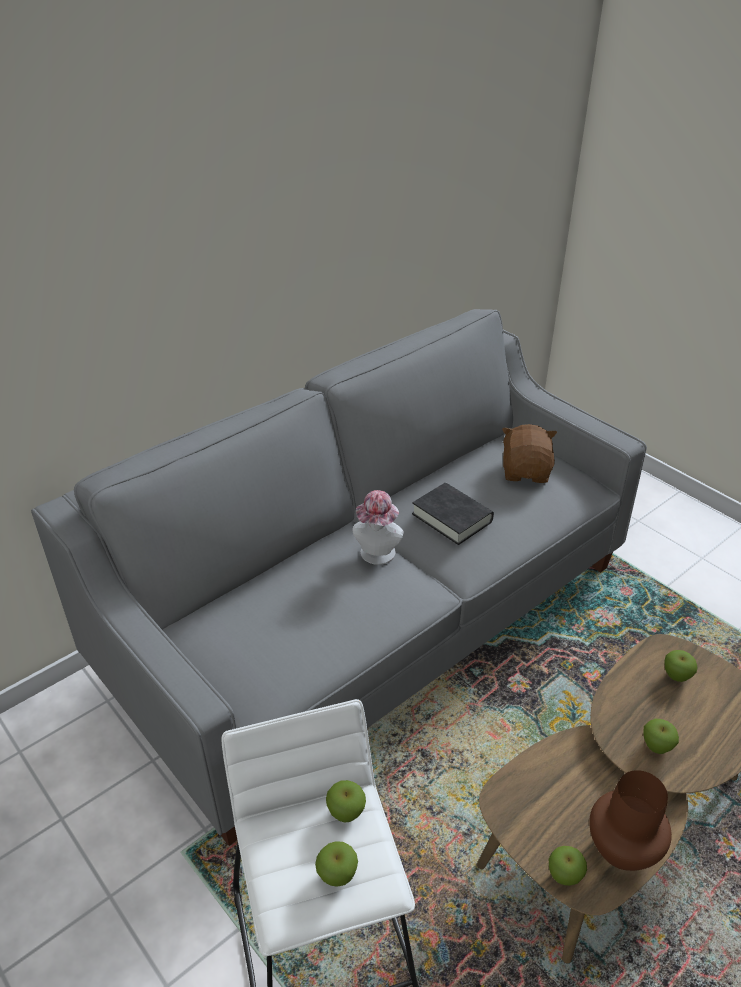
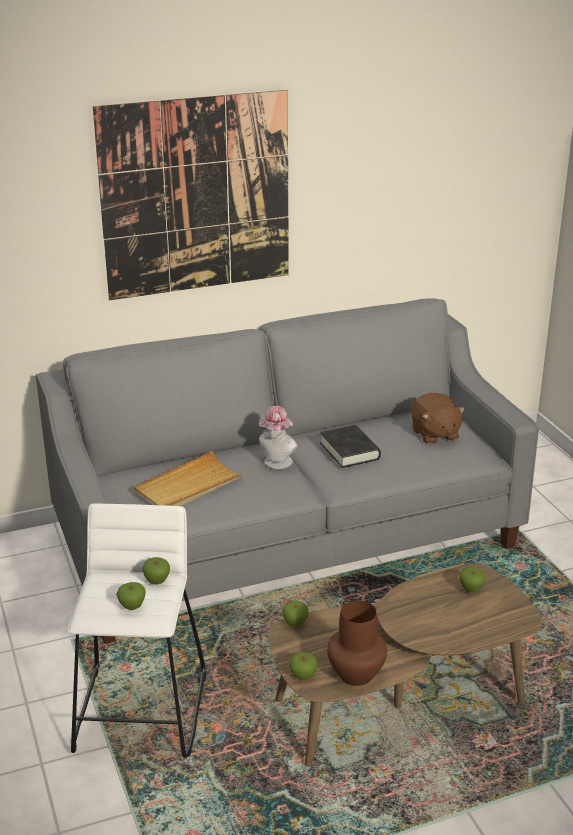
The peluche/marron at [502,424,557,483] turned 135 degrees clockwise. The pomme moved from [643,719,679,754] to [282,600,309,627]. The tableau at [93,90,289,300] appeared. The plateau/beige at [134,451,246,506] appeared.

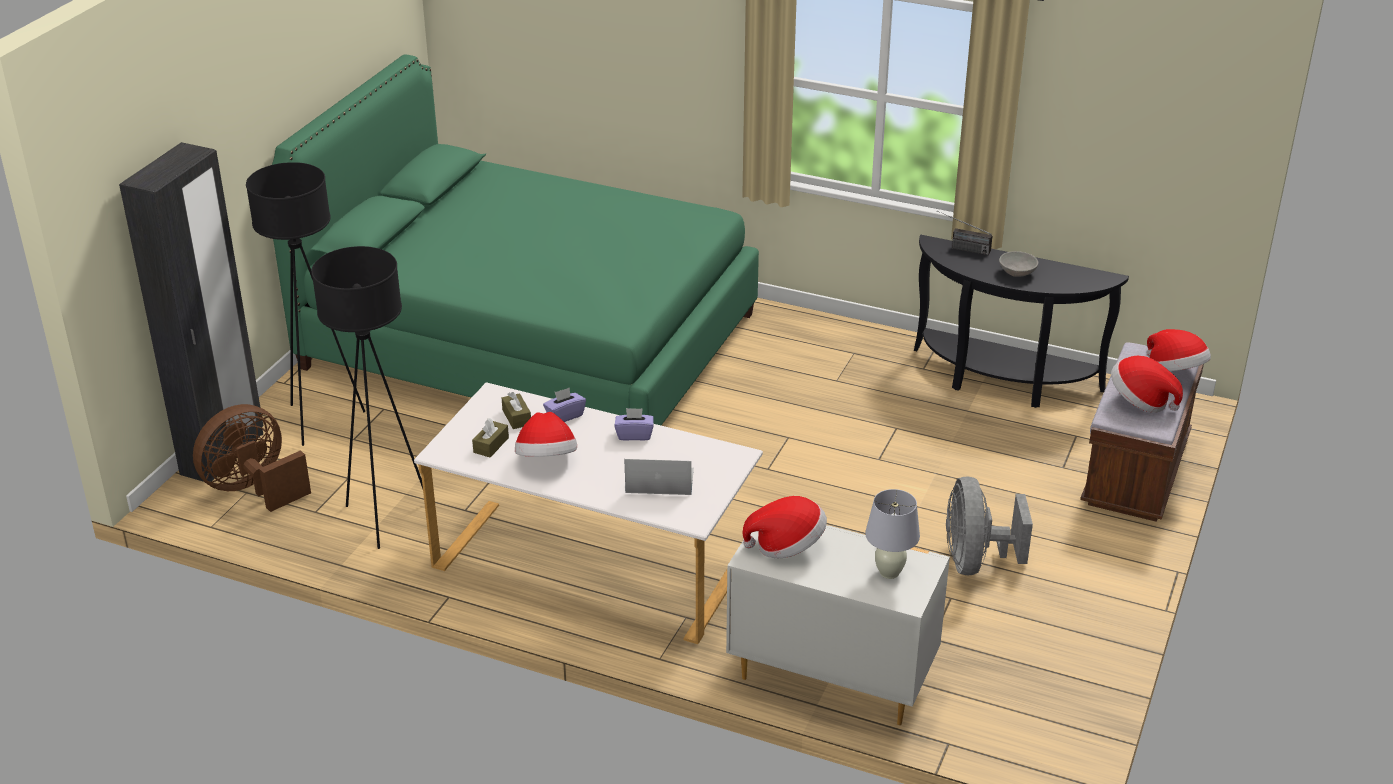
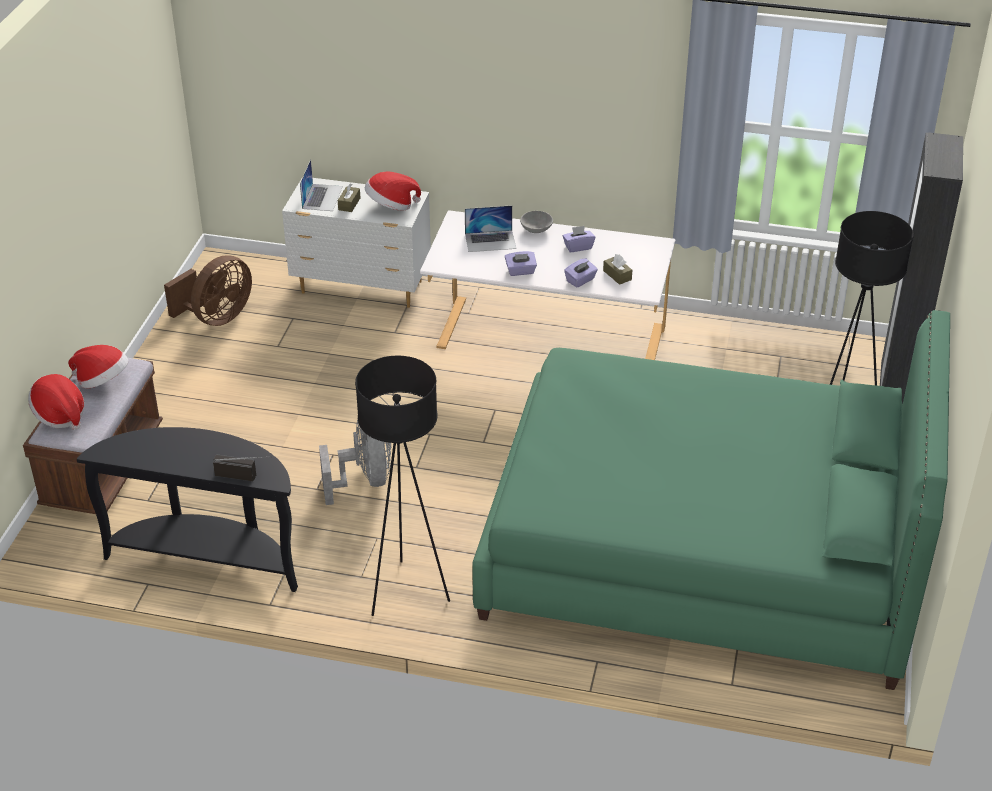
The lampadaire/noir moved from [311,246,423,549] to [355,356,450,616]. The bol/gris moved from [999,251,1038,277] to [520,211,553,233]. The ventilateur/marron moved from [193,404,311,512] to [164,255,252,326]. The chapeau at [515,412,577,457] was replaced by the boîte à mouchoirs/violet at [563,226,595,252]. The boîte à mouchoirs/marron moved from [472,418,509,457] to [338,183,360,212]. The ventilateur/gris moved from [946,476,1033,576] to [319,419,391,505]. The lampe de table/blanc at [865,489,920,579] was replaced by the ordinateur portable at [300,159,343,211].

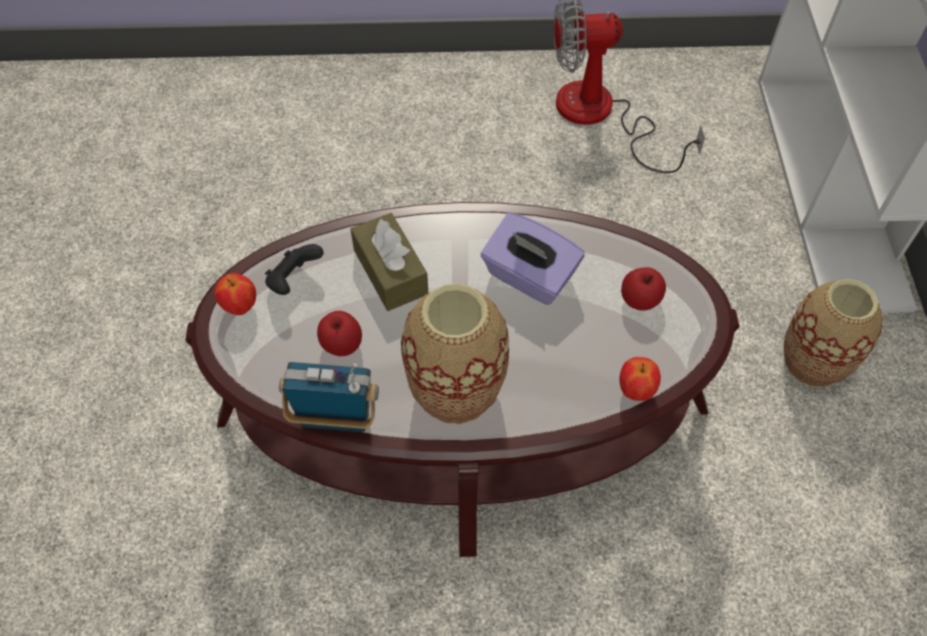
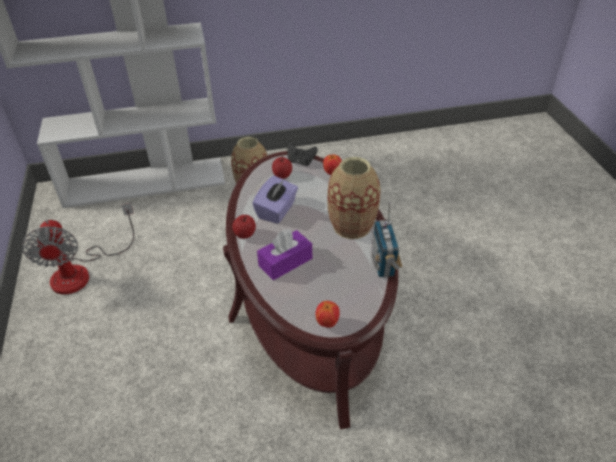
The boîte à mouchoirs/marron at [351,213,428,311] became the boîte à mouchoirs/violet at [257,229,312,280]. The manette/noir moved from [265,244,324,295] to [288,142,318,166]. The pomme moved from [317,311,362,356] to [232,215,256,239].

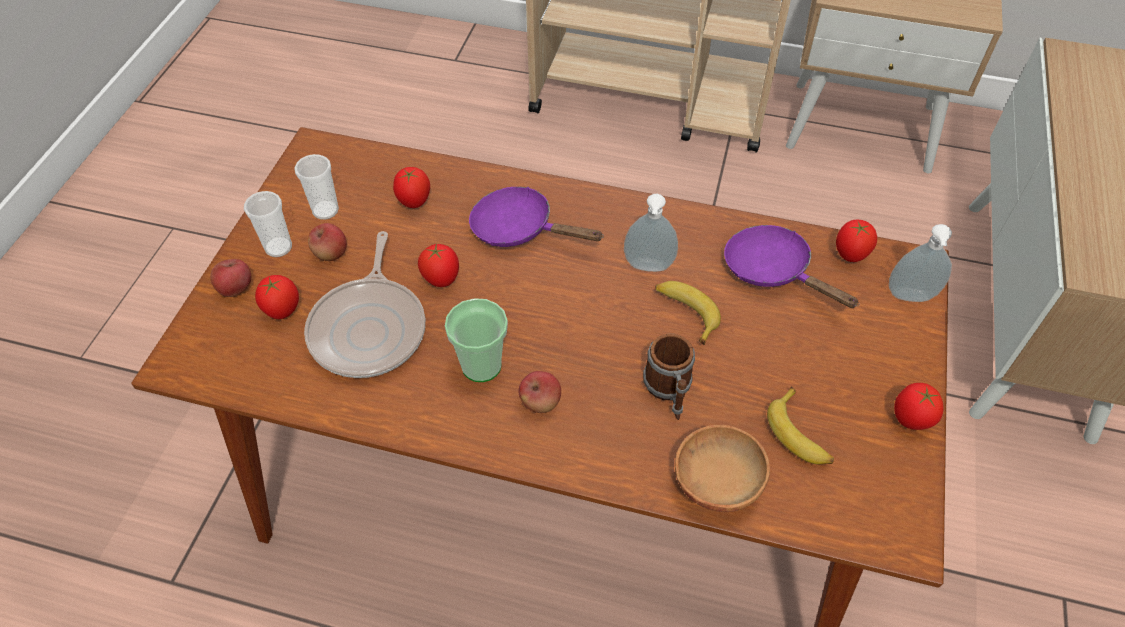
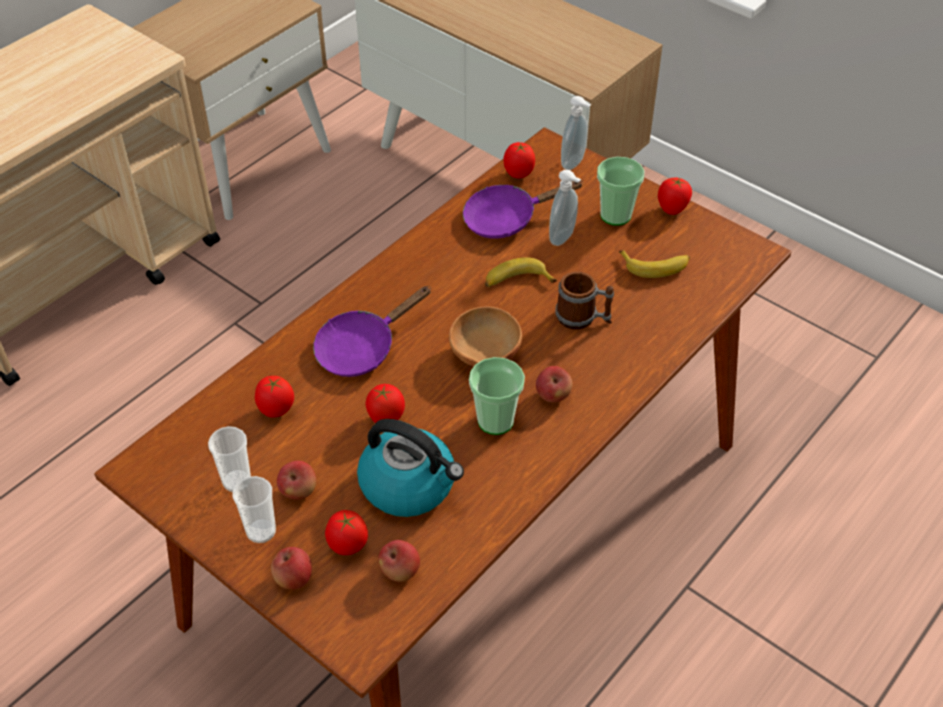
The distributeur de savon moved from [624,194,678,272] to [549,170,581,246]. The poêle at [304,231,426,378] was replaced by the bouilloire at [357,419,464,517]. The bol/marron moved from [675,425,770,512] to [449,306,522,366]. The tasse at [597,157,644,226] appeared. The pomme at [378,540,420,582] appeared.

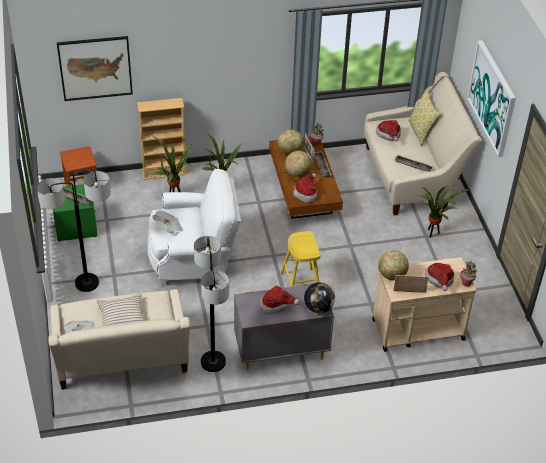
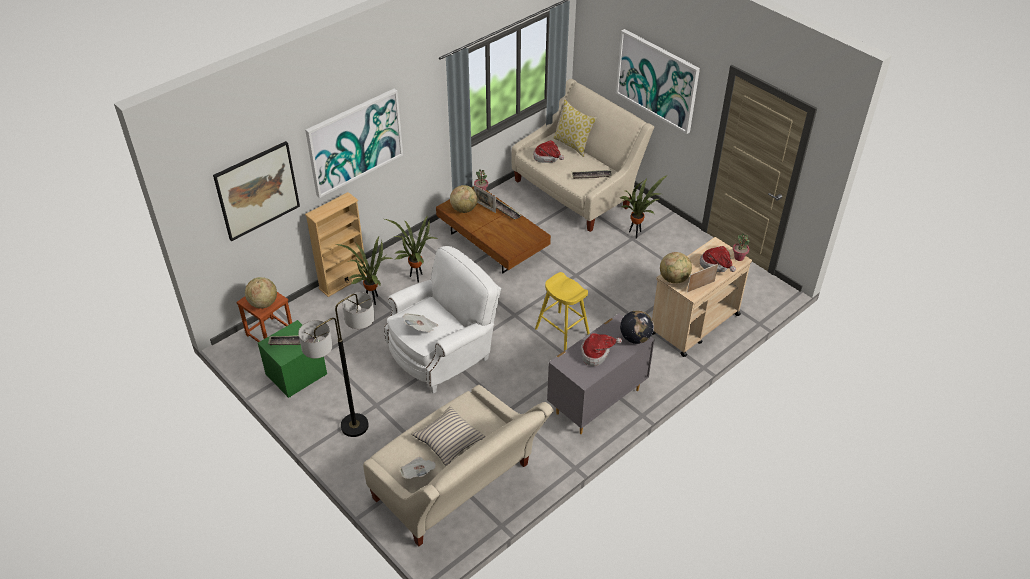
The globe moved from [285,151,311,177] to [245,277,277,308]. The chapeau at [293,173,317,203] disappeared. The lampadaire at [194,236,229,372] disappeared. The tableau at [305,89,403,198] appeared.

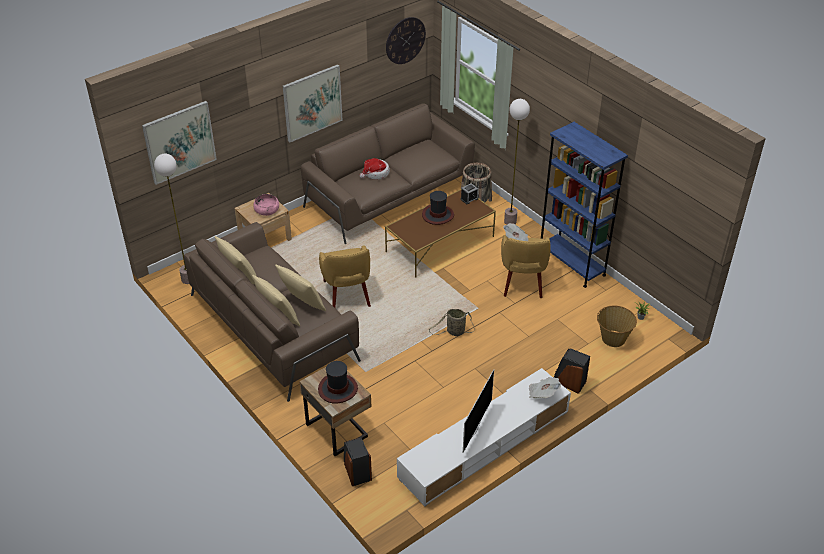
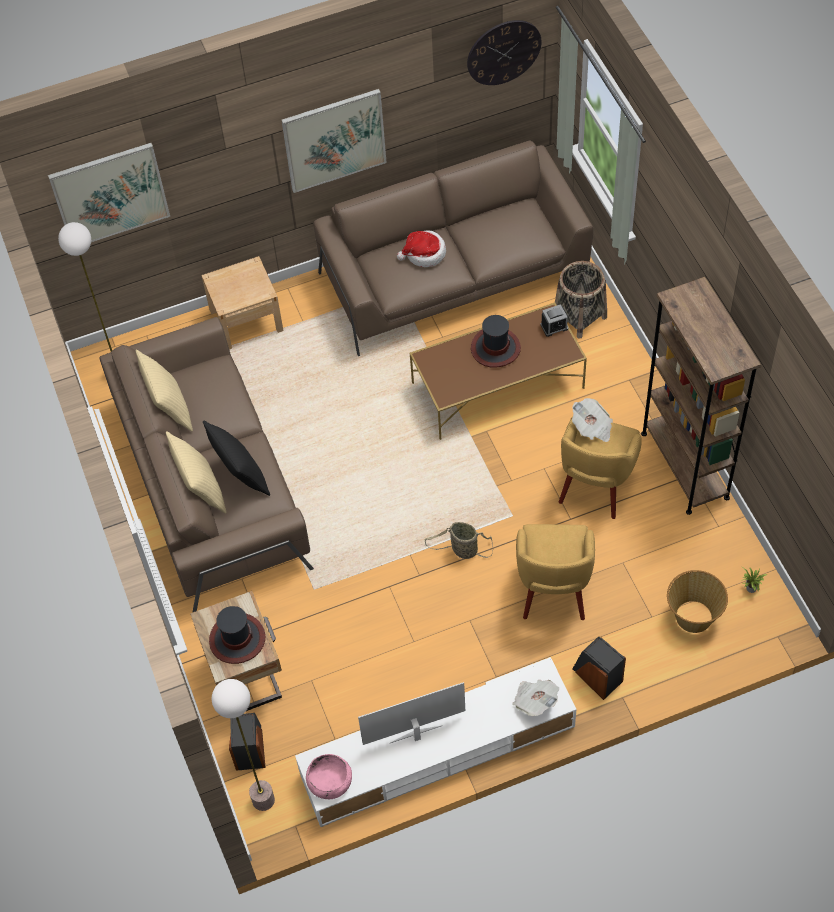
The lampadaire moved from [504,99,530,225] to [212,679,275,811]. The bibliothèque/bleu at [541,122,628,288] became the bibliothèque/marron at [641,277,761,515]. The bol/rose moved from [253,194,279,216] to [306,754,352,799]. The fauteuil/jaune moved from [319,245,371,308] to [516,524,595,620]. The coussin/beige at [275,264,326,311] became the coussin/noir at [203,421,270,496]. The téléviseur at [463,369,494,453] turned 150 degrees counterclockwise.

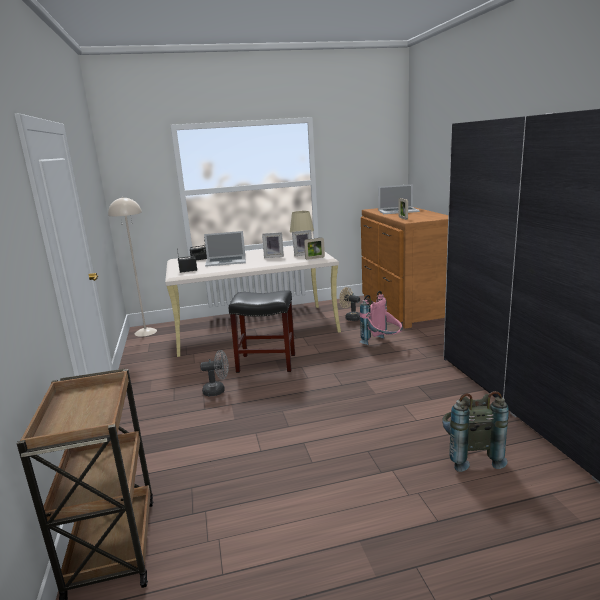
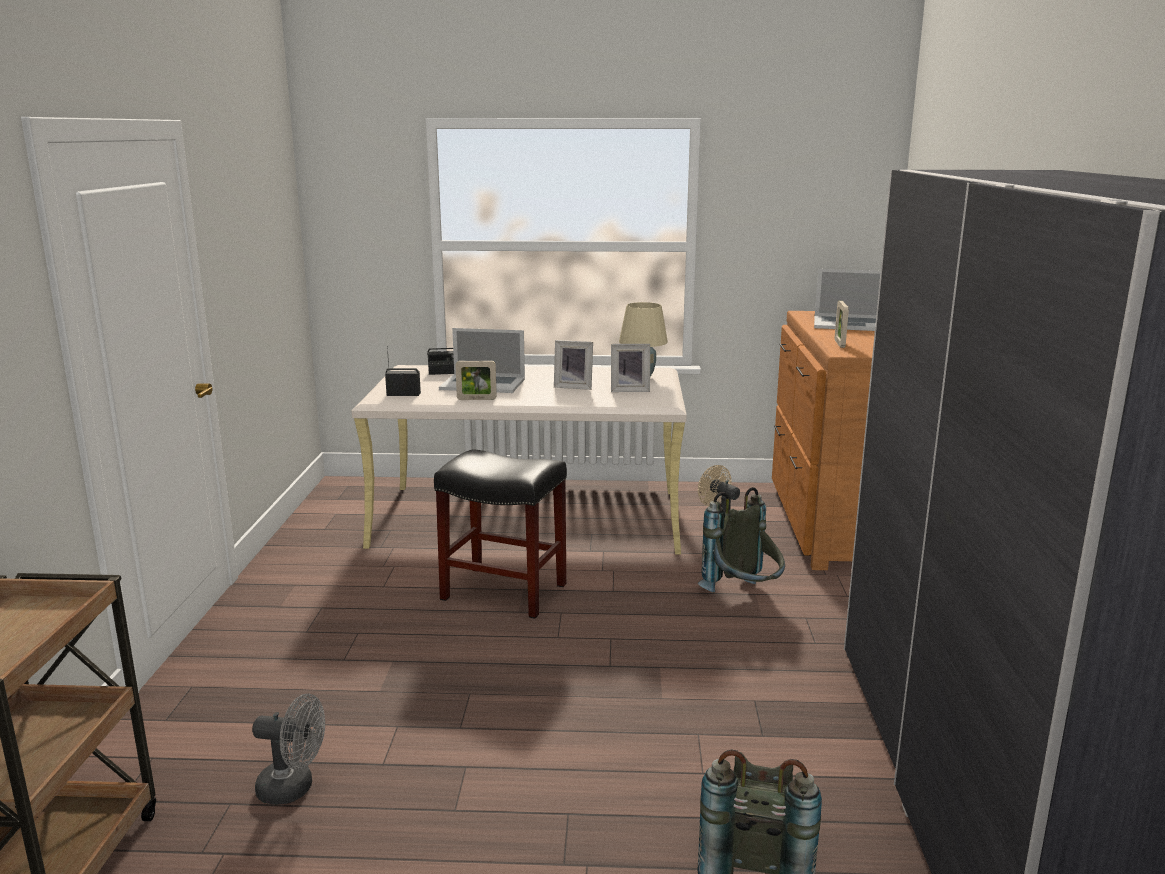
The lampadaire/beige at [108,197,157,337] disappeared. The cadre photo moved from [304,238,325,260] to [456,361,497,400]. The sac à dos/rose at [360,291,402,345] became the sac à dos/gris at [698,487,785,592]. The ventilateur/gris moved from [200,350,229,396] to [252,694,325,805].

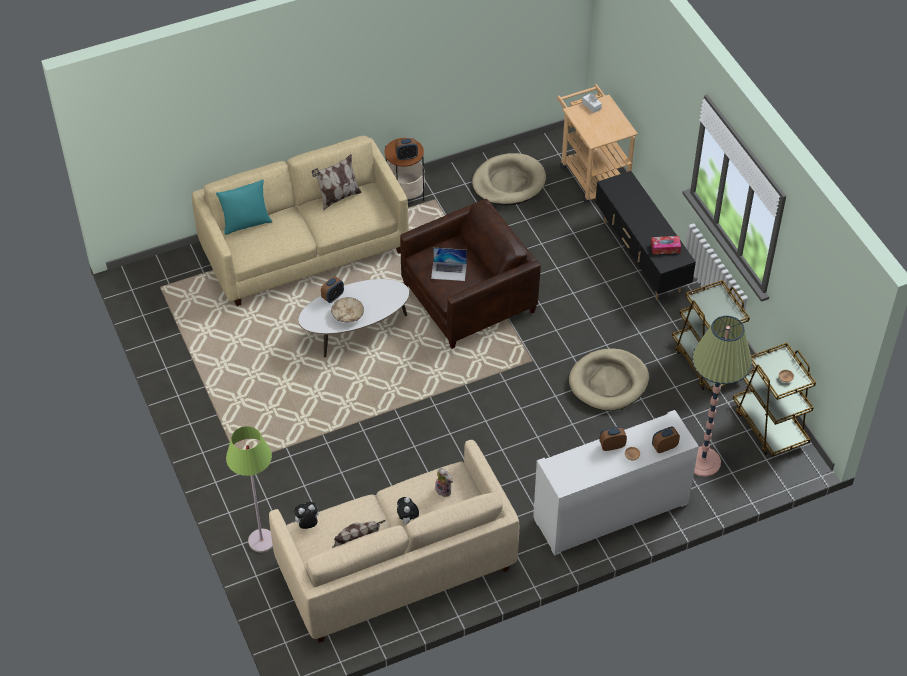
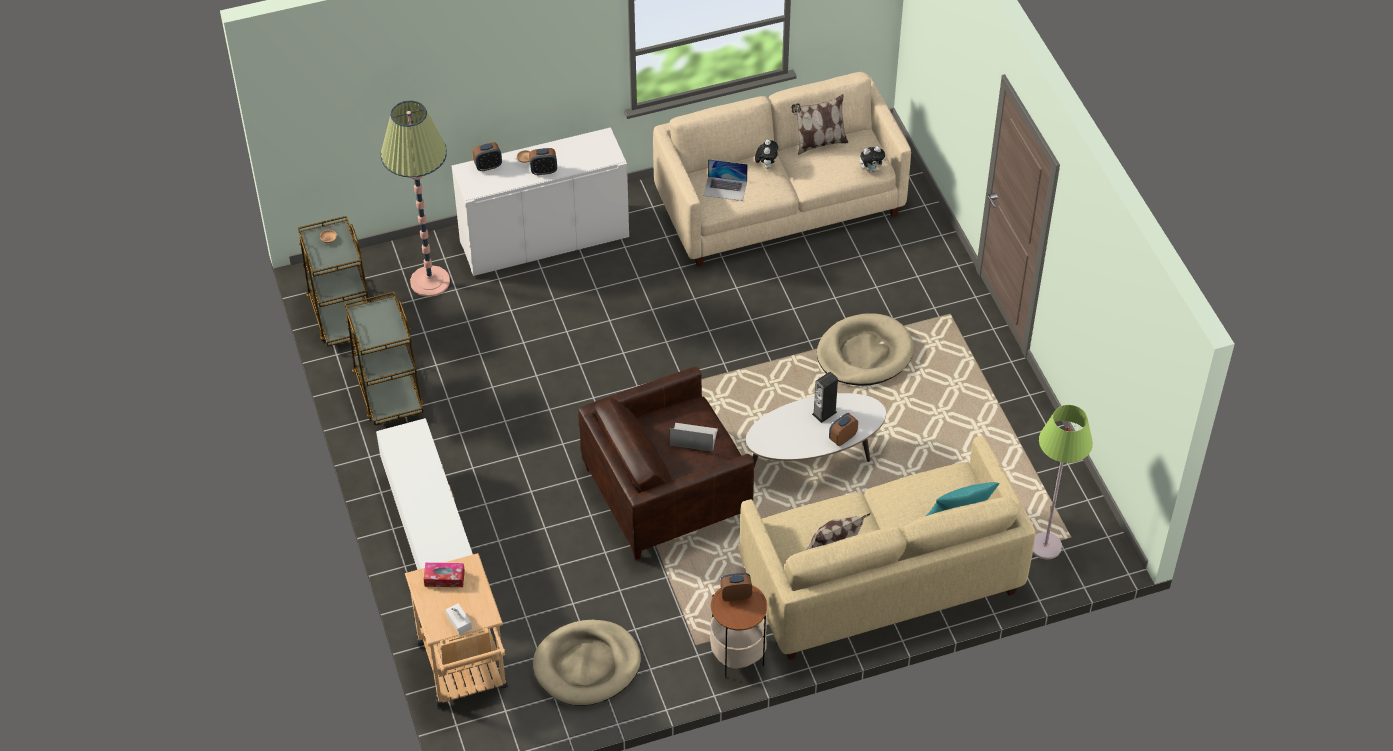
The meuble télé/noir at [595,171,696,300] became the meuble télé/blanc at [376,418,473,570]. The boîte à mouchoirs moved from [651,236,681,254] to [424,563,465,587]. The bol/beige at [331,297,364,322] was replaced by the enceinte at [812,372,838,423]. The panier pour chien/beige moved from [569,348,649,411] to [817,313,914,386]. The lampadaire/vert moved from [226,426,273,553] to [1033,405,1093,559]. The peluche at [435,468,453,497] was replaced by the ordinateur portable at [703,159,748,201].

